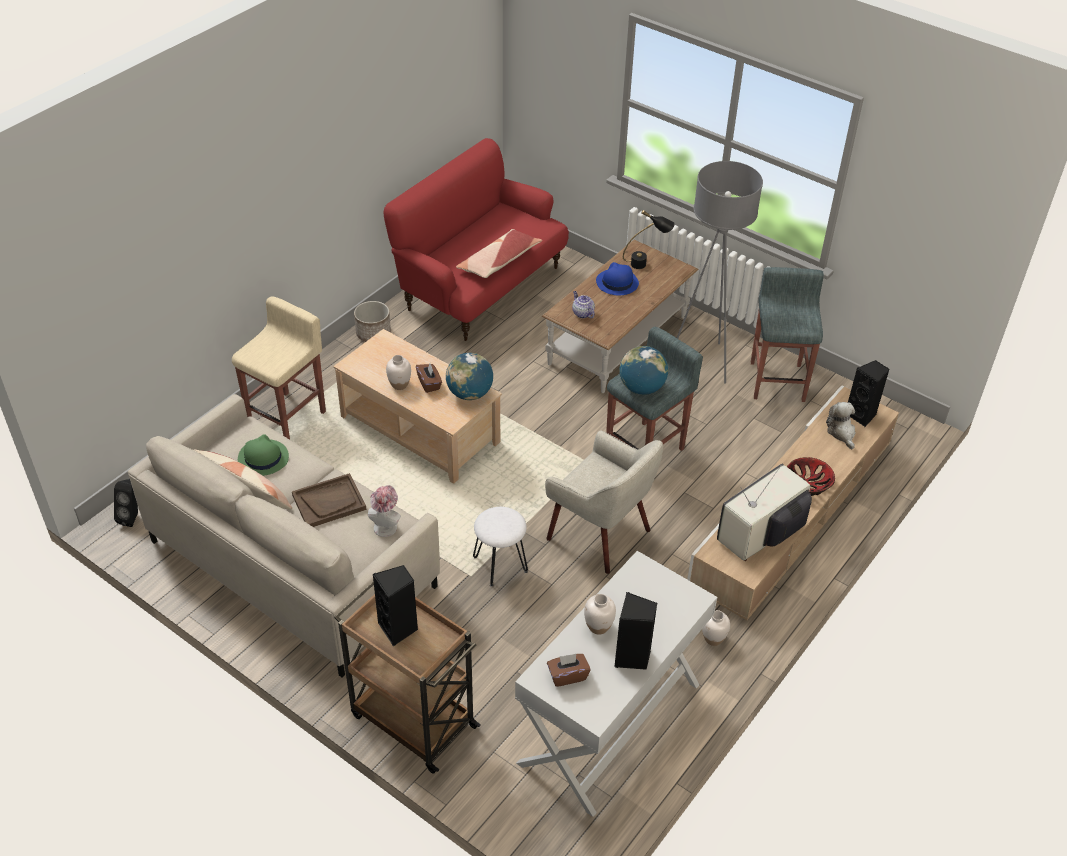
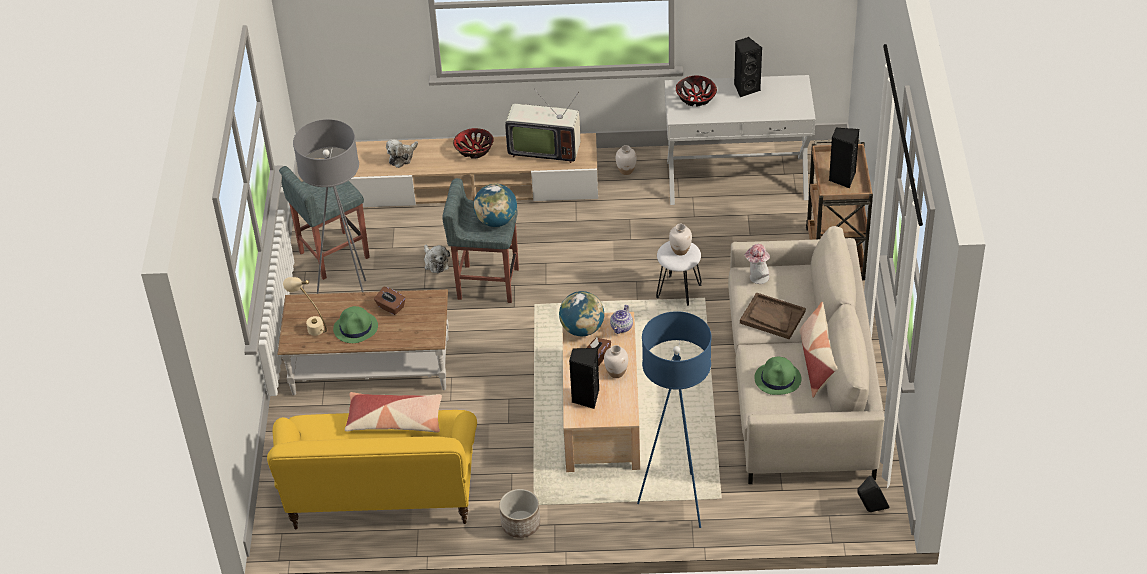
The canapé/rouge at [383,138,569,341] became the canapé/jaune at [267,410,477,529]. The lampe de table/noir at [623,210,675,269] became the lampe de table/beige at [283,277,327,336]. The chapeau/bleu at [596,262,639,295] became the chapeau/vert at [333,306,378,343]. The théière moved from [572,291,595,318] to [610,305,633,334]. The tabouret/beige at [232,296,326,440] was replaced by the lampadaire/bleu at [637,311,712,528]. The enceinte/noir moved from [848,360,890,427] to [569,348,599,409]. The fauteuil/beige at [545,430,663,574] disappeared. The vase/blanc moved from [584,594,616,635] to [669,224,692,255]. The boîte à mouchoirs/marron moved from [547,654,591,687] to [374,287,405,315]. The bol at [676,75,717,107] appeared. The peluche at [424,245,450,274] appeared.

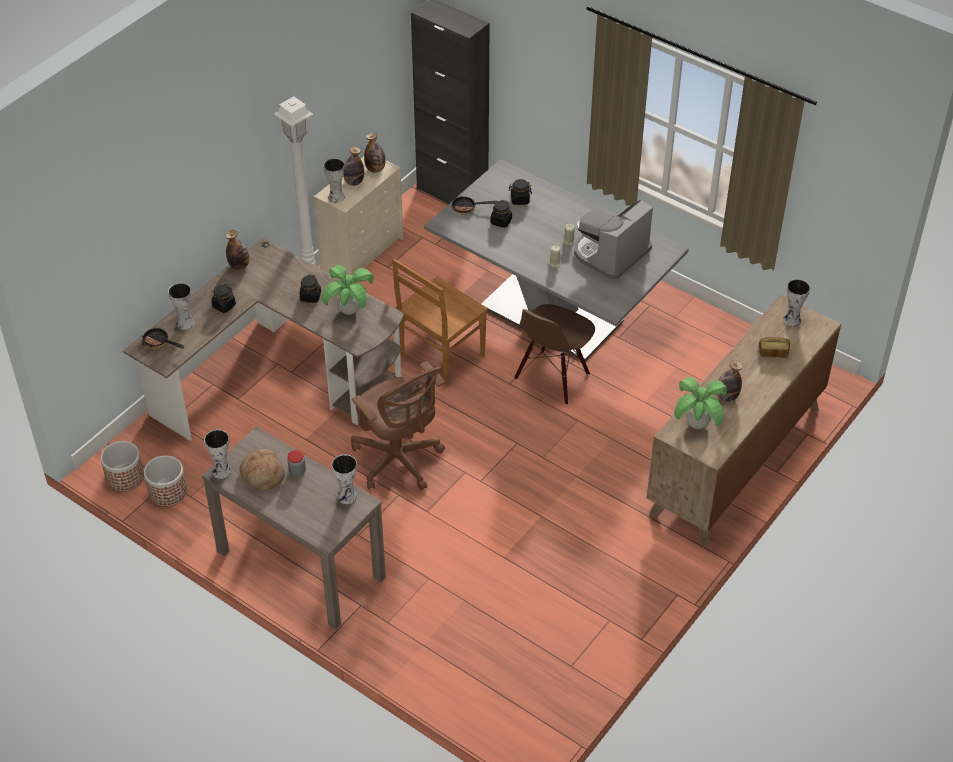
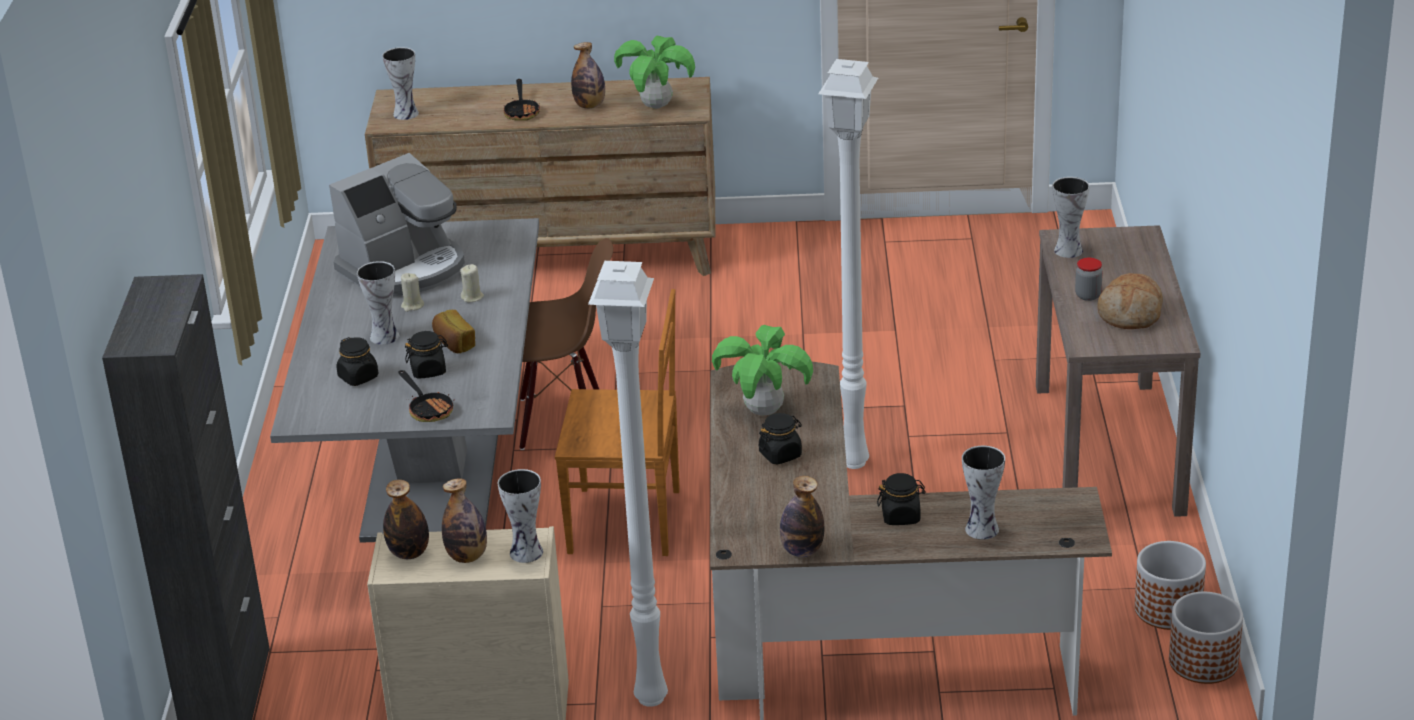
The machine à café at [574,200,653,280] turned 45 degrees counterclockwise. The poêle moved from [142,328,184,349] to [503,79,540,121]. The pain moved from [759,337,790,358] to [432,310,475,353]. The chaise de bureau/marron at [351,361,445,491] was replaced by the lampadaire/blanc at [818,59,878,469]. The vase moved from [204,429,232,479] to [357,261,399,345].

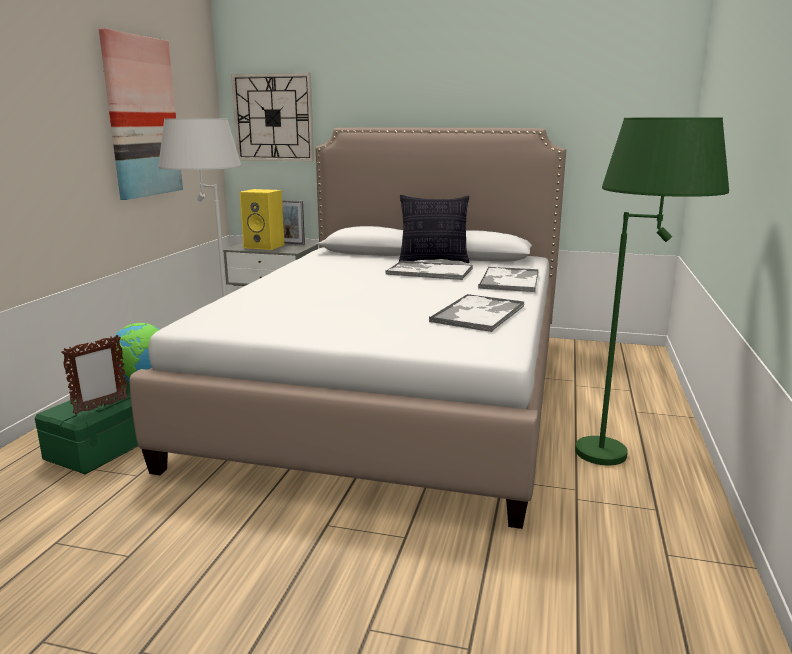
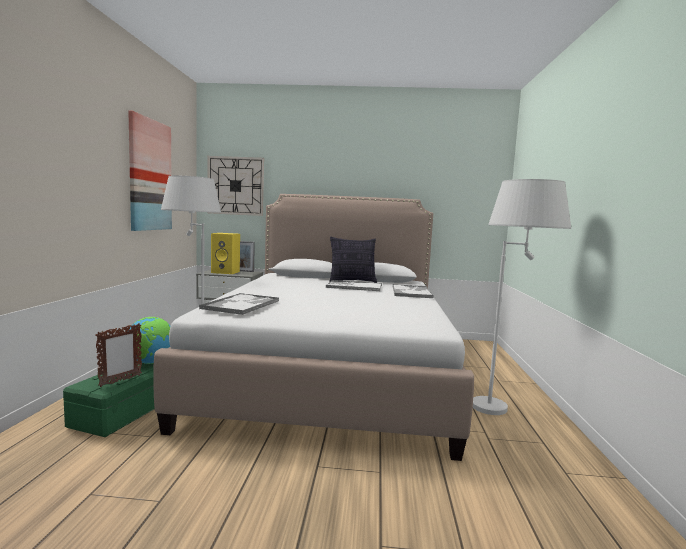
The lampadaire/vert at [575,117,729,465] became the lampadaire/blanc at [473,179,571,415]. The plateau moved from [428,294,525,332] to [199,293,279,315].

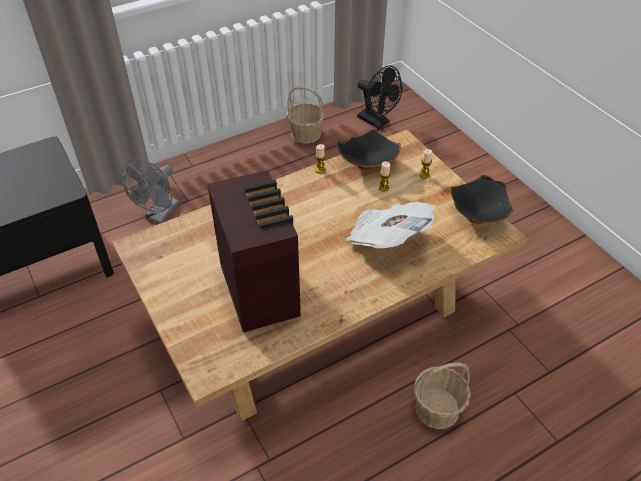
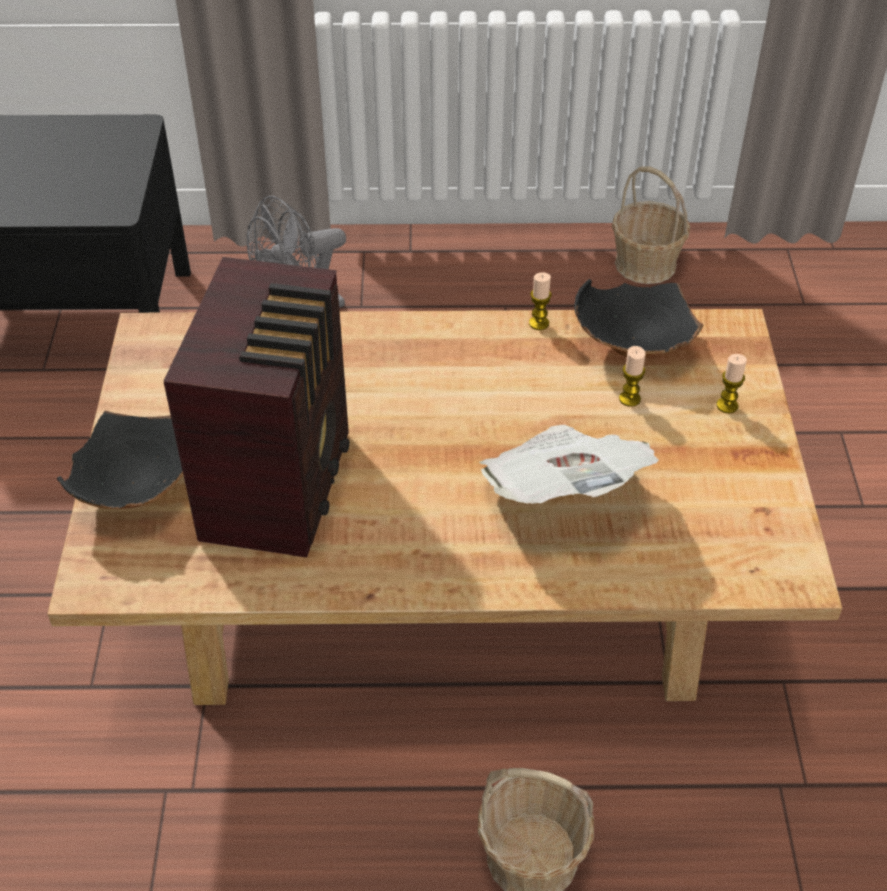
The ventilateur/noir at [357,65,402,129] disappeared. The bol/noir moved from [450,175,514,224] to [57,410,183,509].

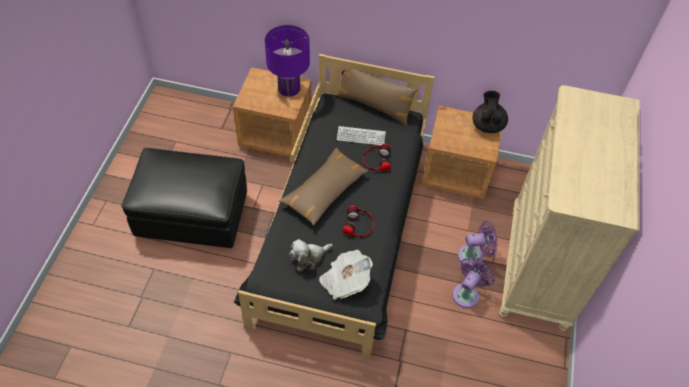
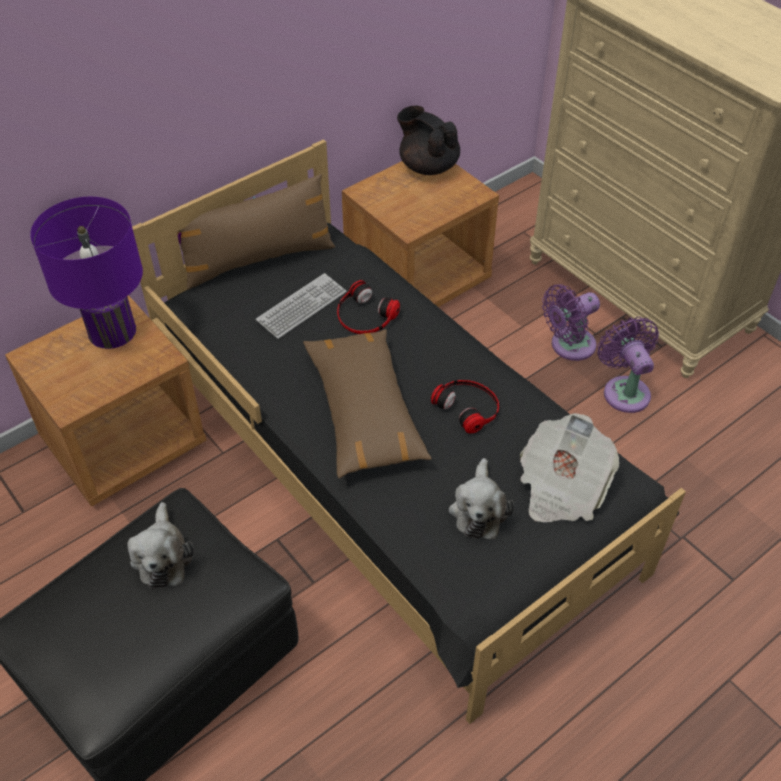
The ventilateur/violet at [458,221,497,265] turned 150 degrees counterclockwise. The peluche at [127,502,193,589] appeared.

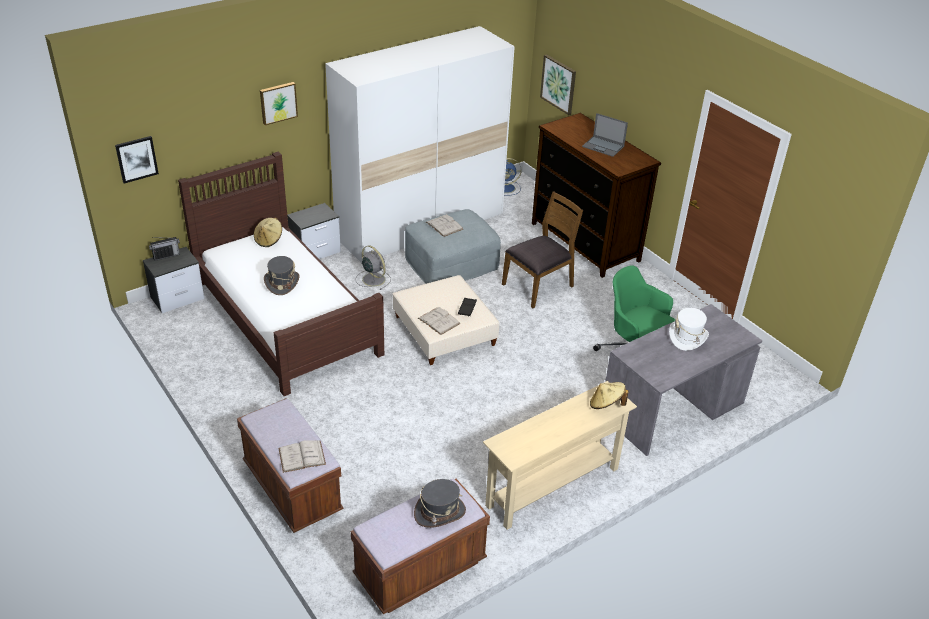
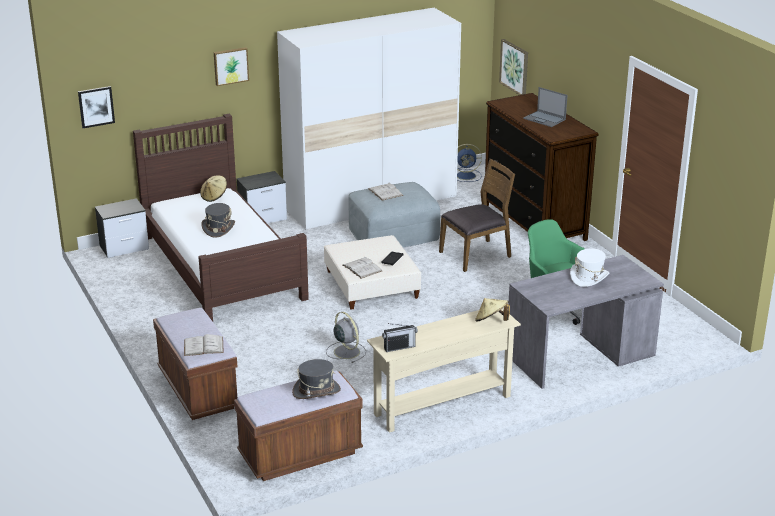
The radio moved from [149,237,180,261] to [382,323,418,352]. The ventilateur/gris moved from [356,246,391,290] to [326,312,366,363].

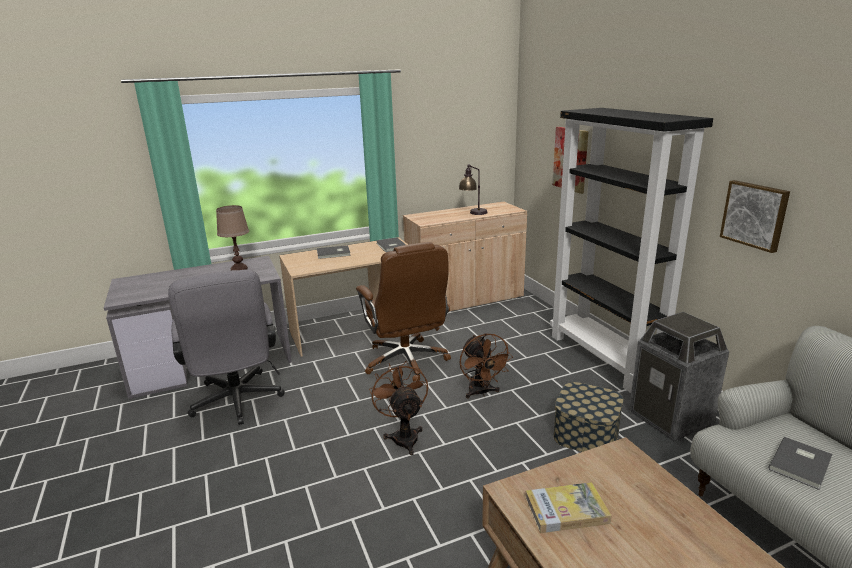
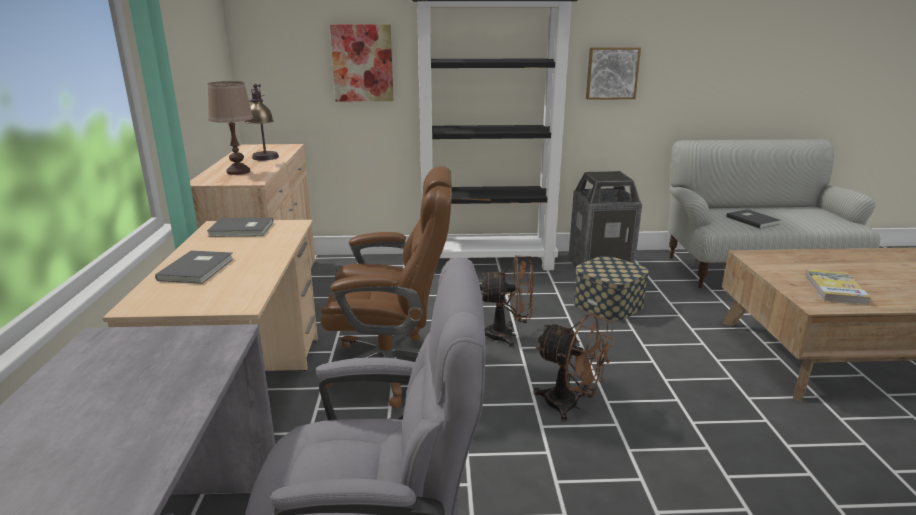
The lampe de table/marron moved from [216,205,249,271] to [208,81,254,175]. The ventilateur/marron at [369,361,428,455] turned 150 degrees counterclockwise.

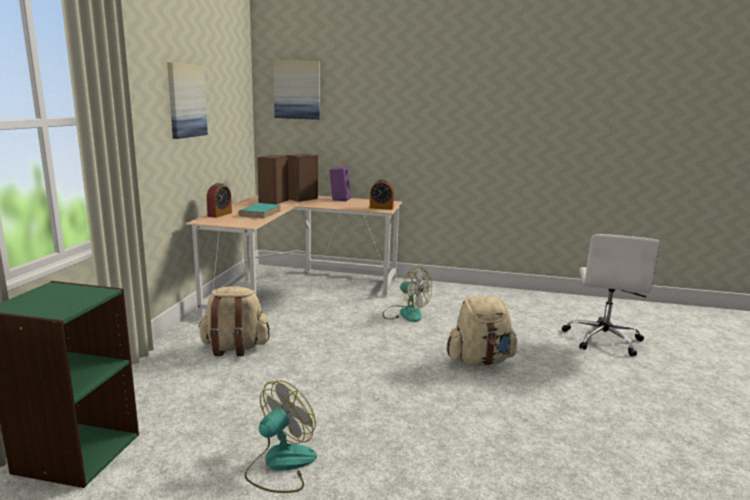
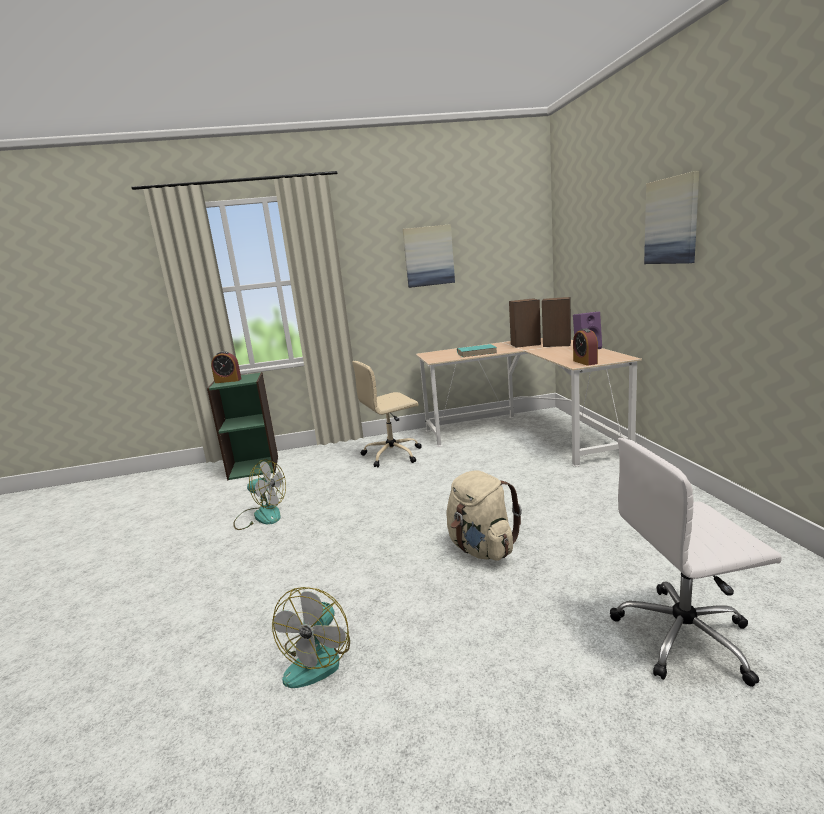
The tableau moved from [273,60,320,120] to [644,171,699,264]. The réveil moved from [206,183,232,218] to [211,351,241,383]. The ventilateur moved from [383,267,432,322] to [272,587,350,688]. The sac à dos/beige at [198,286,270,356] was replaced by the chaise de bureau/beige at [352,361,422,468].

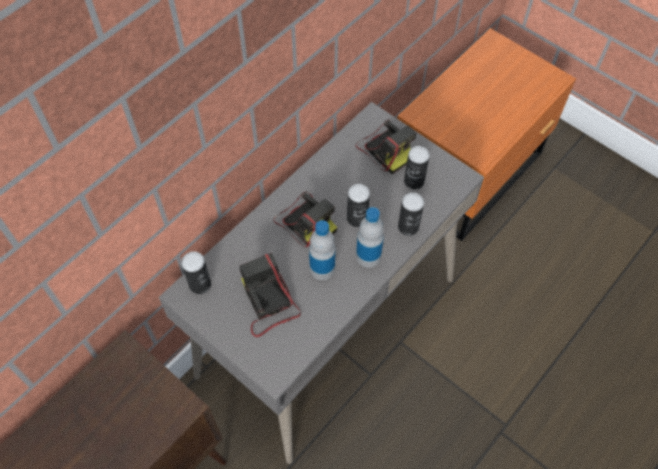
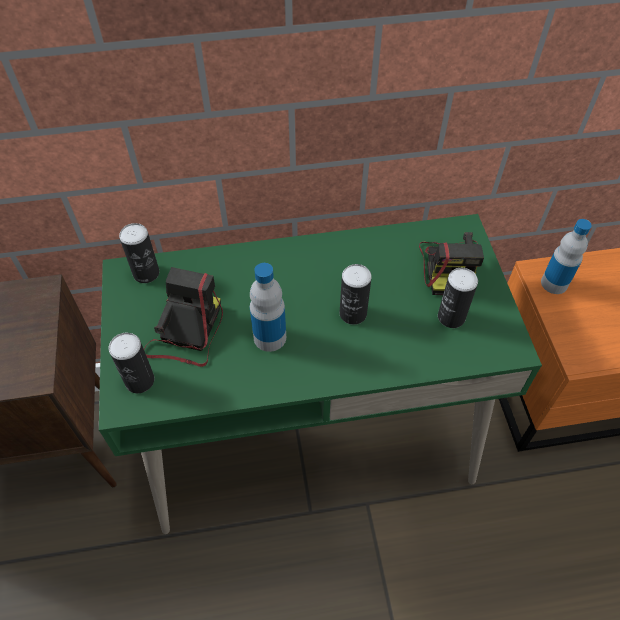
The bureau/gris at [159,102,484,464] became the bureau/vert at [99,214,542,534]. The appareil photo at [273,191,338,247] disappeared. The boîte métallique moved from [398,192,424,236] to [109,333,154,393]. The bouteille moved from [356,207,384,268] to [541,219,592,294].

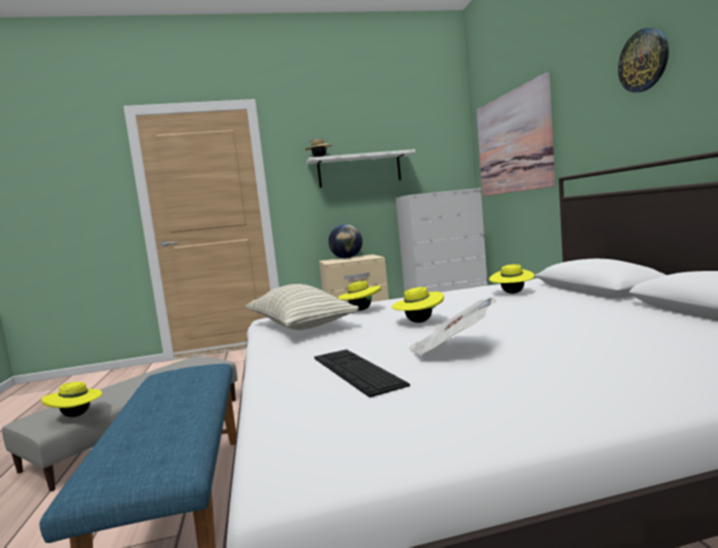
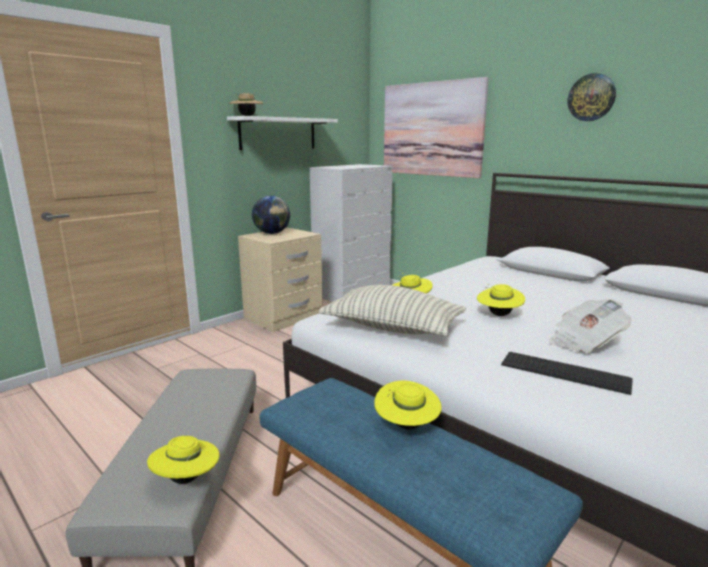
The chapeau/jaune moved from [489,264,535,294] to [374,380,442,429].

